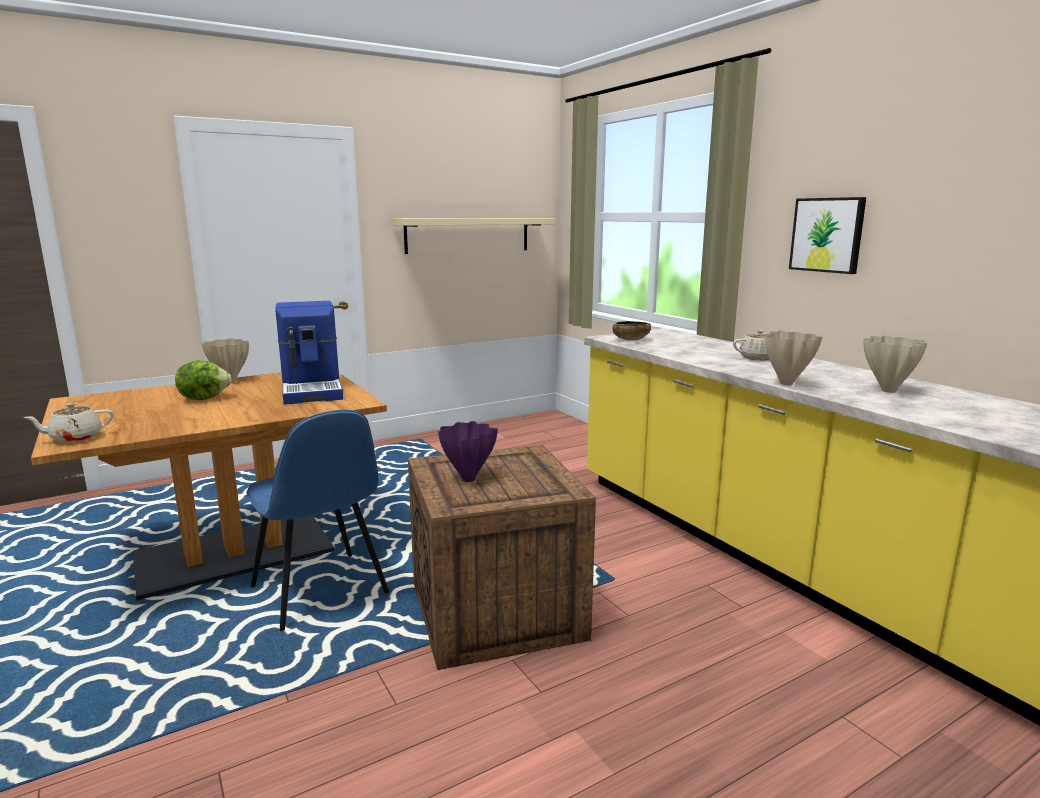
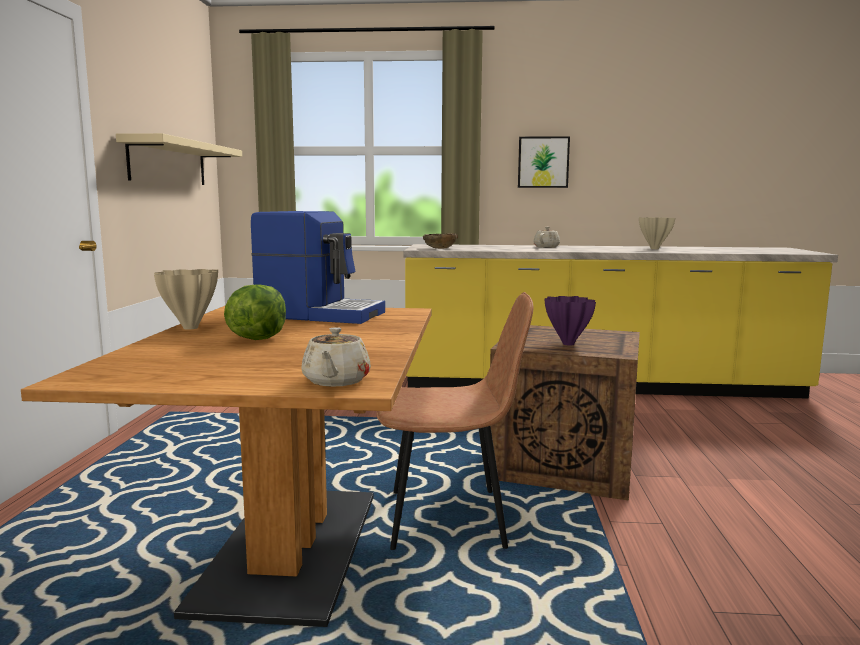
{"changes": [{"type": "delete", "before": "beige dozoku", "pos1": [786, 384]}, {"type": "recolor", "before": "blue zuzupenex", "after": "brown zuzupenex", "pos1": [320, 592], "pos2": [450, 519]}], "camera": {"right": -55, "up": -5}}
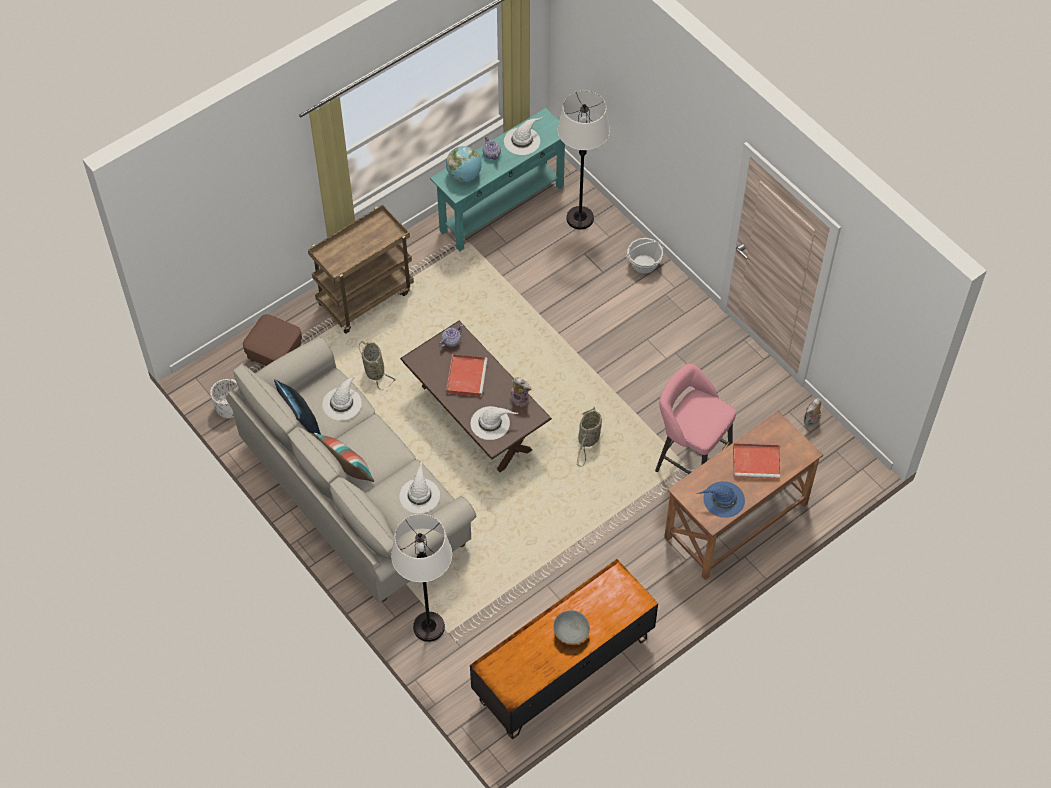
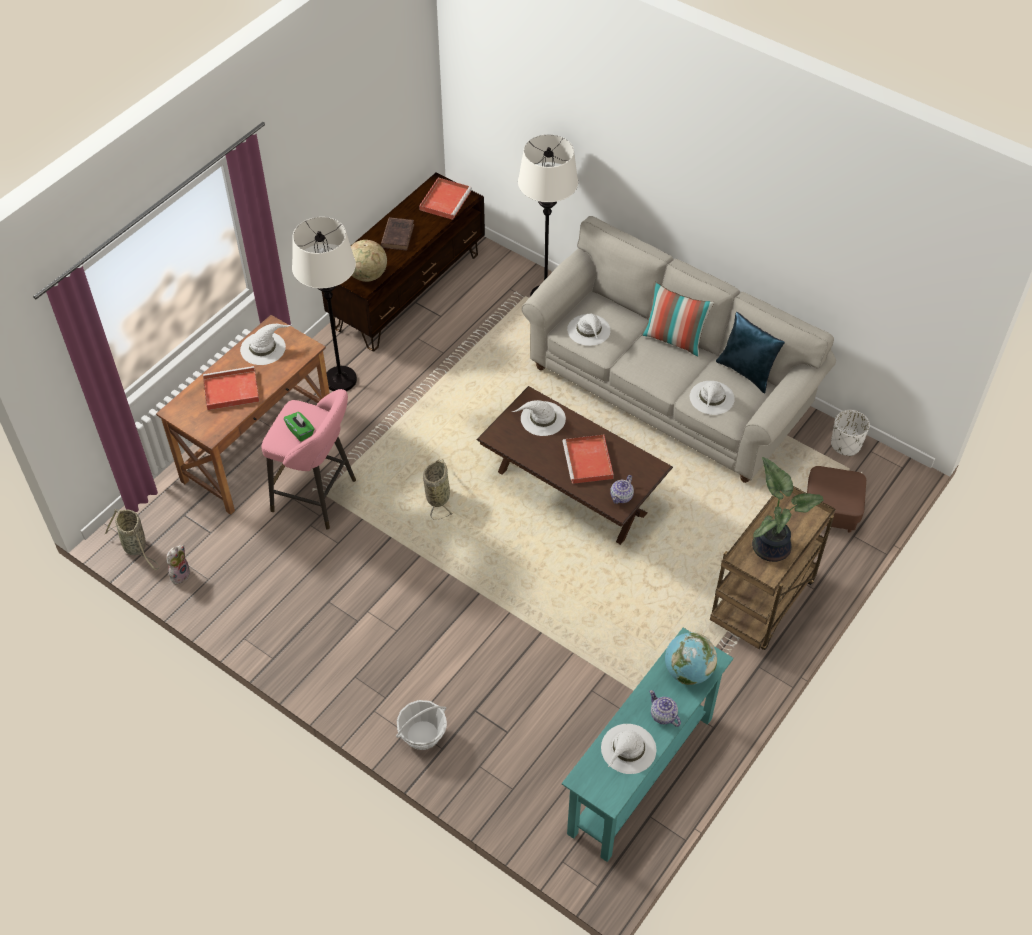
{"changes": [{"type": "move", "before": "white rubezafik", "pos1": [580, 218], "pos2": [340, 380]}, {"type": "move", "before": "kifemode", "pos1": [374, 370], "pos2": [136, 547]}, {"type": "delete", "before": "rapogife", "pos1": [520, 399]}, {"type": "recolor", "before": "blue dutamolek", "after": "white dutamolek", "pos1": [723, 499], "pos2": [263, 348]}, {"type": "replace", "before": "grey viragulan", "after": "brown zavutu", "pos1": [570, 632], "pos2": [398, 235]}, {"type": "insert", "after": "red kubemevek", "pos2": [445, 200]}, {"type": "insert", "after": "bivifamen", "pos2": [367, 275]}, {"type": "insert", "after": "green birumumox", "pos2": [300, 431]}, {"type": "insert", "after": "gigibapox", "pos2": [771, 546]}], "camera": {"right": 165, "up": -5}}
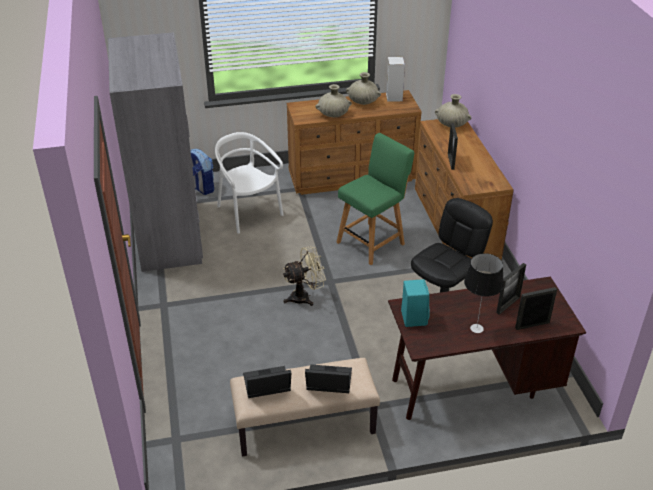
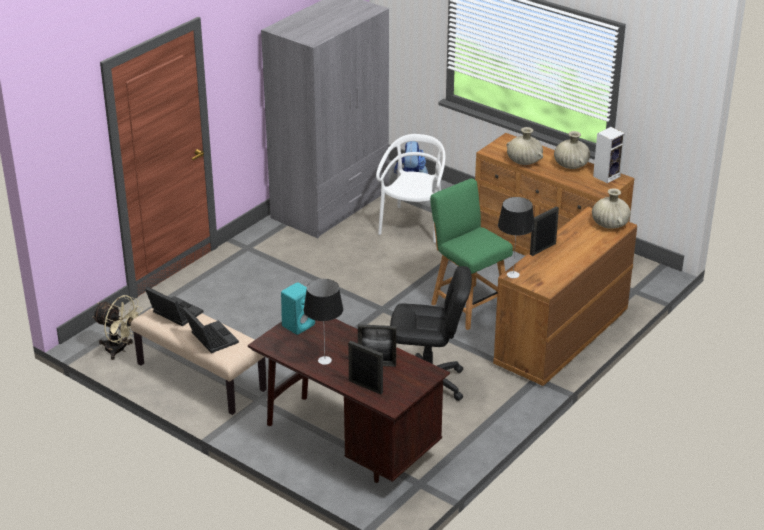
{"changes": [{"type": "rotate", "before": "green zuzupenex", "pos1": [373, 242], "pos2": [468, 305], "turn": -135}, {"type": "move", "before": "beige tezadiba", "pos1": [304, 297], "pos2": [120, 350]}, {"type": "insert", "after": "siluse", "pos2": [513, 274]}], "camera": {"right": 50, "up": -5}}
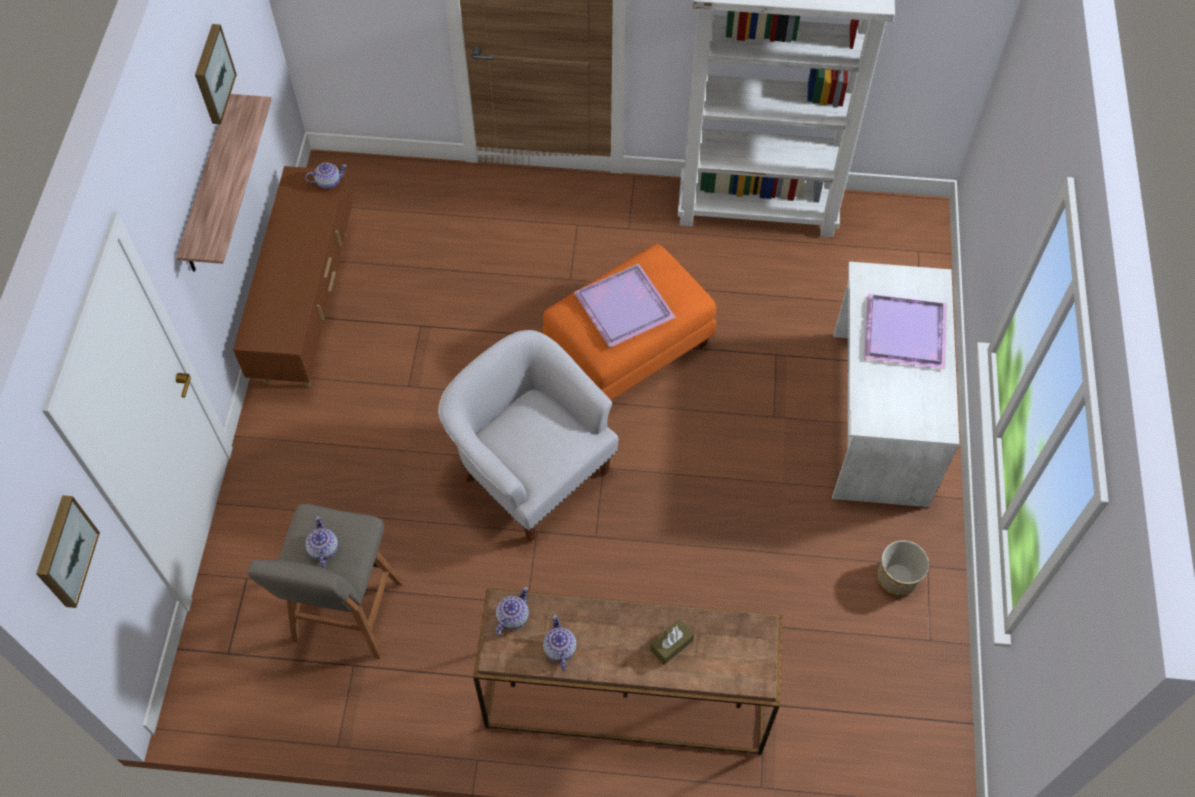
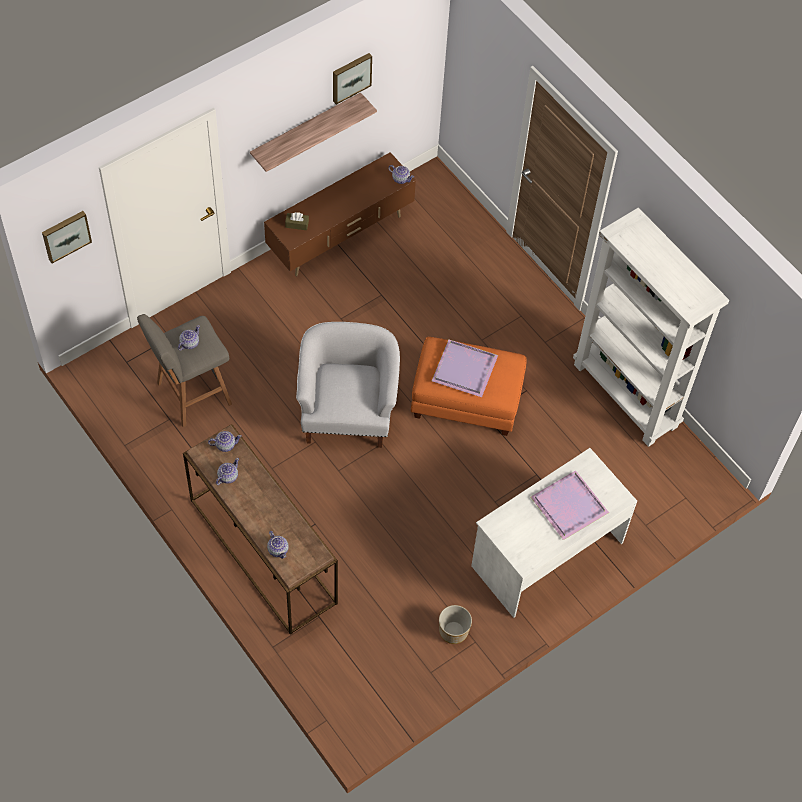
{"changes": [{"type": "move", "before": "brown birumumox", "pos1": [671, 645], "pos2": [297, 224]}, {"type": "insert", "after": "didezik", "pos2": [278, 549]}], "camera": {"right": 45, "up": 0}}
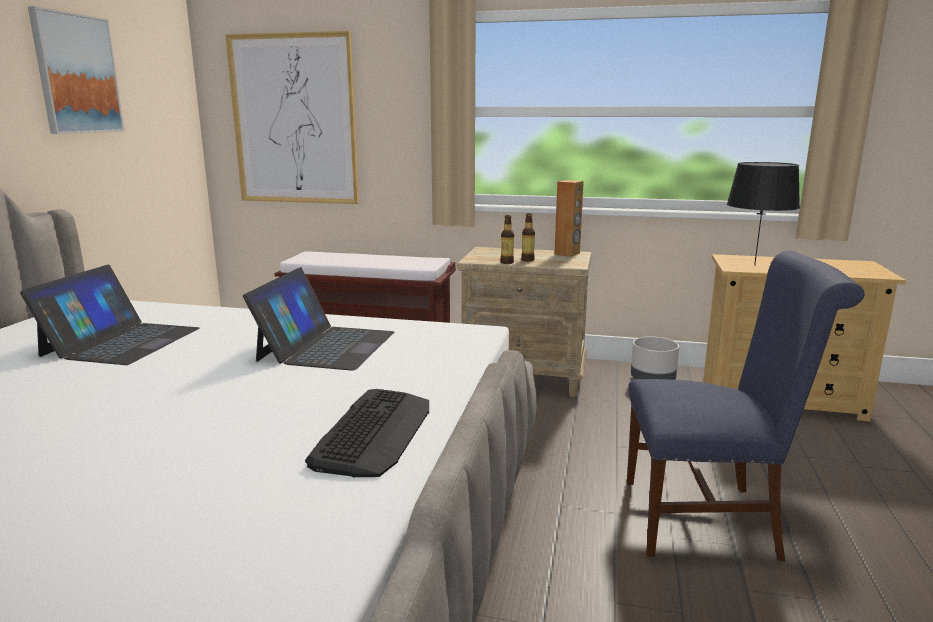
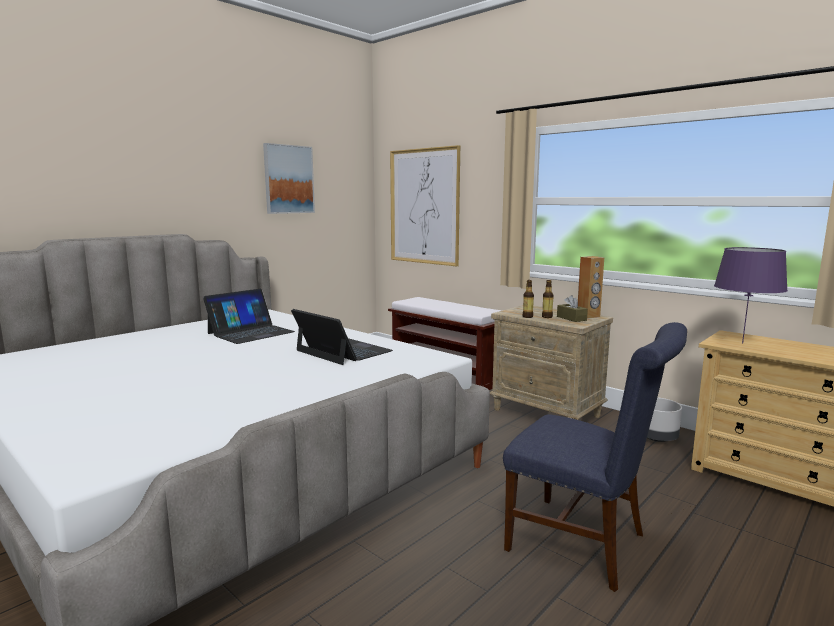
{"changes": [{"type": "recolor", "before": "black siluse", "after": "purple siluse", "pos1": [754, 265], "pos2": [742, 343]}, {"type": "rotate", "before": "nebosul", "pos1": [326, 346], "pos2": [343, 351], "turn": -90}, {"type": "delete", "before": "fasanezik", "pos1": [374, 432]}, {"type": "insert", "after": "brown birumumox", "pos2": [571, 318]}], "camera": {"right": 30, "up": -5}}
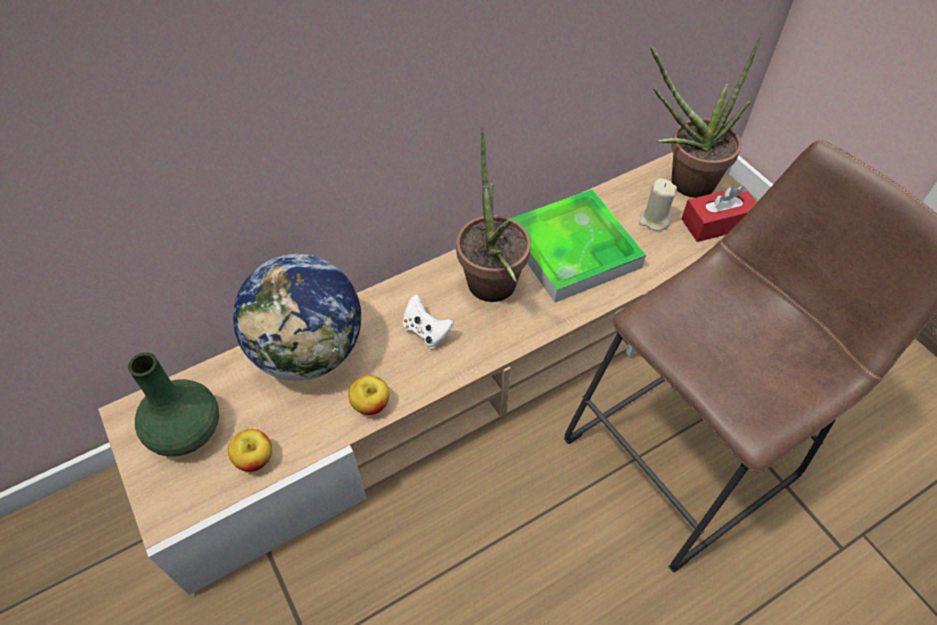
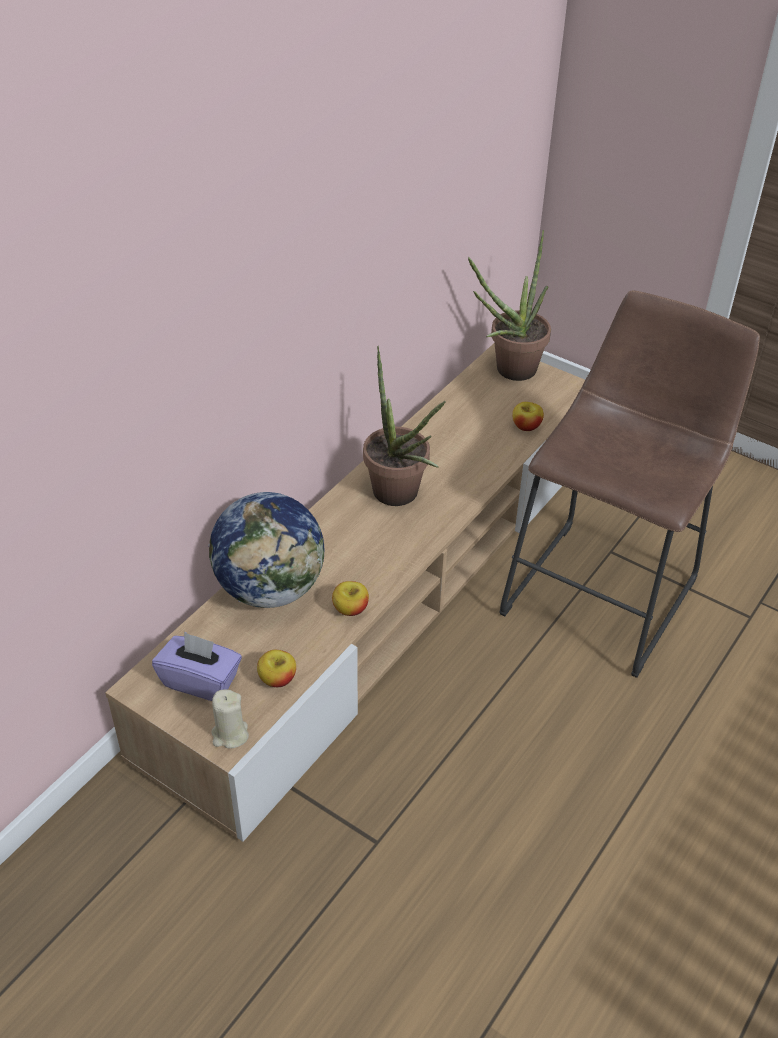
{"changes": [{"type": "move", "before": "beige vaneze", "pos1": [654, 220], "pos2": [230, 734]}, {"type": "delete", "before": "red birumumox", "pos1": [716, 223]}, {"type": "delete", "before": "kubemevek", "pos1": [573, 250]}, {"type": "delete", "before": "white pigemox", "pos1": [426, 331]}, {"type": "replace", "before": "green dozoku", "after": "purple birumumox", "pos1": [185, 431], "pos2": [200, 681]}, {"type": "insert", "after": "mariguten", "pos2": [526, 426]}], "camera": {"right": -25, "up": -10}}
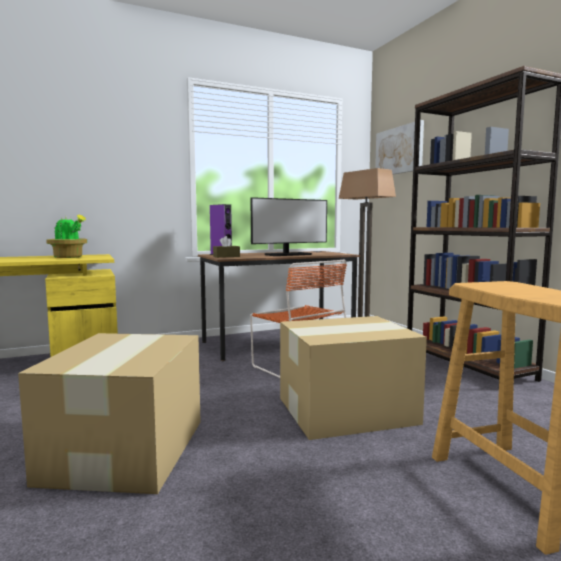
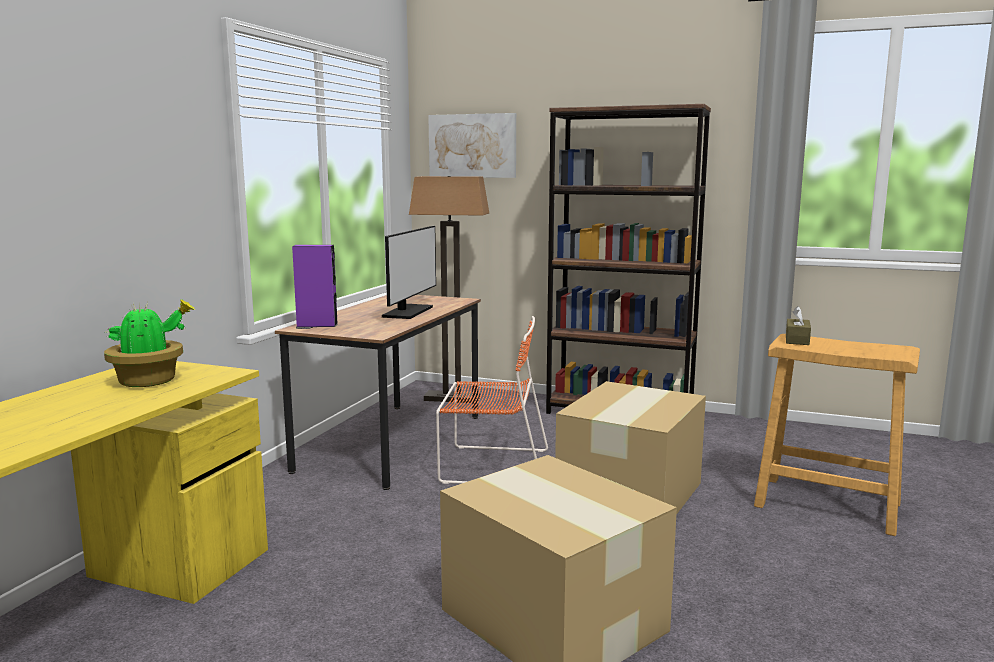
{"changes": [{"type": "move", "before": "brown birumumox", "pos1": [226, 256], "pos2": [797, 340]}], "camera": {"right": -45, "up": 5}}
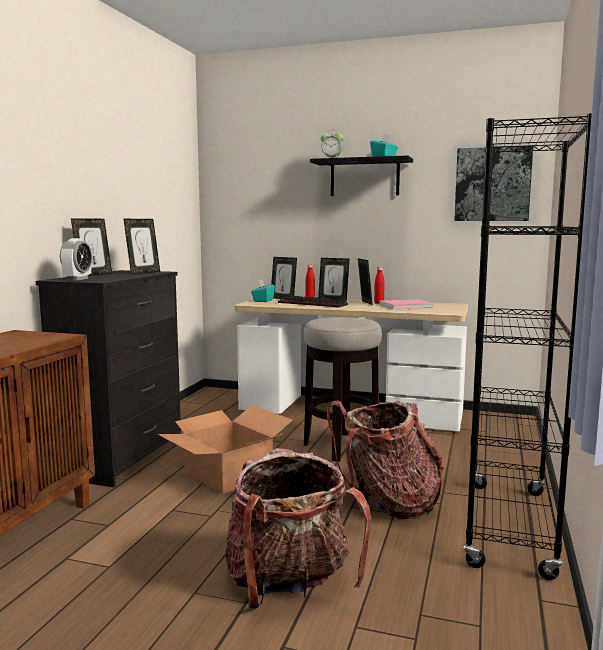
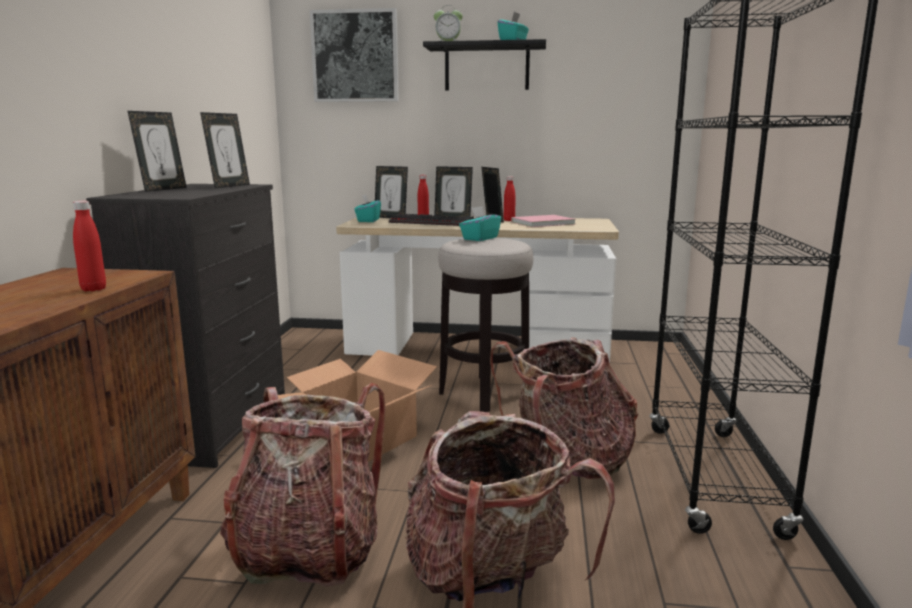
{"changes": [{"type": "move", "before": "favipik", "pos1": [492, 184], "pos2": [355, 56]}, {"type": "delete", "before": "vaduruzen", "pos1": [77, 279]}, {"type": "insert", "after": "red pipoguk", "pos2": [93, 289]}, {"type": "insert", "after": "turquoise birumumox", "pos2": [480, 238]}, {"type": "insert", "after": "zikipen", "pos2": [308, 550]}], "camera": {"right": -10, "up": 5}}
